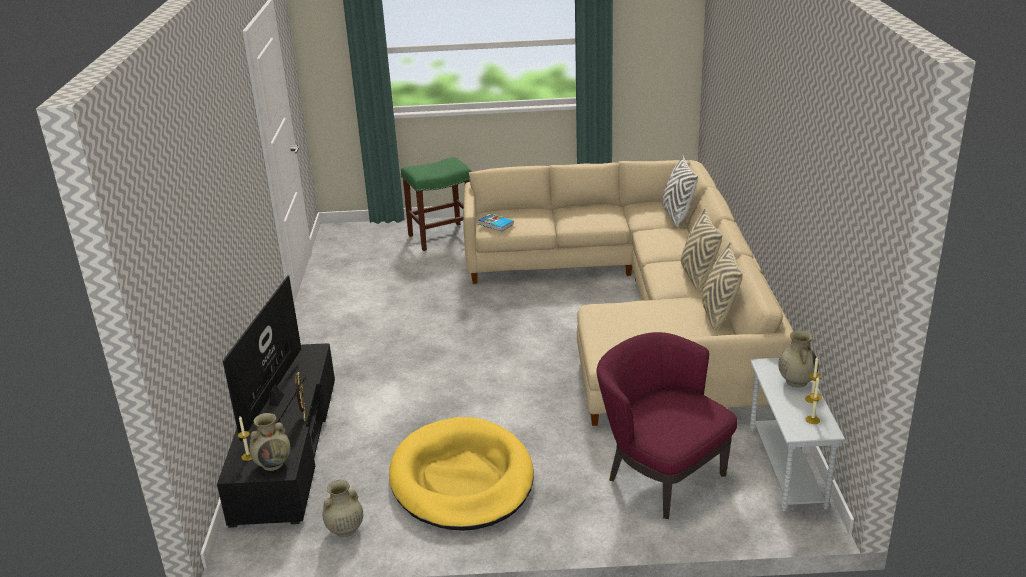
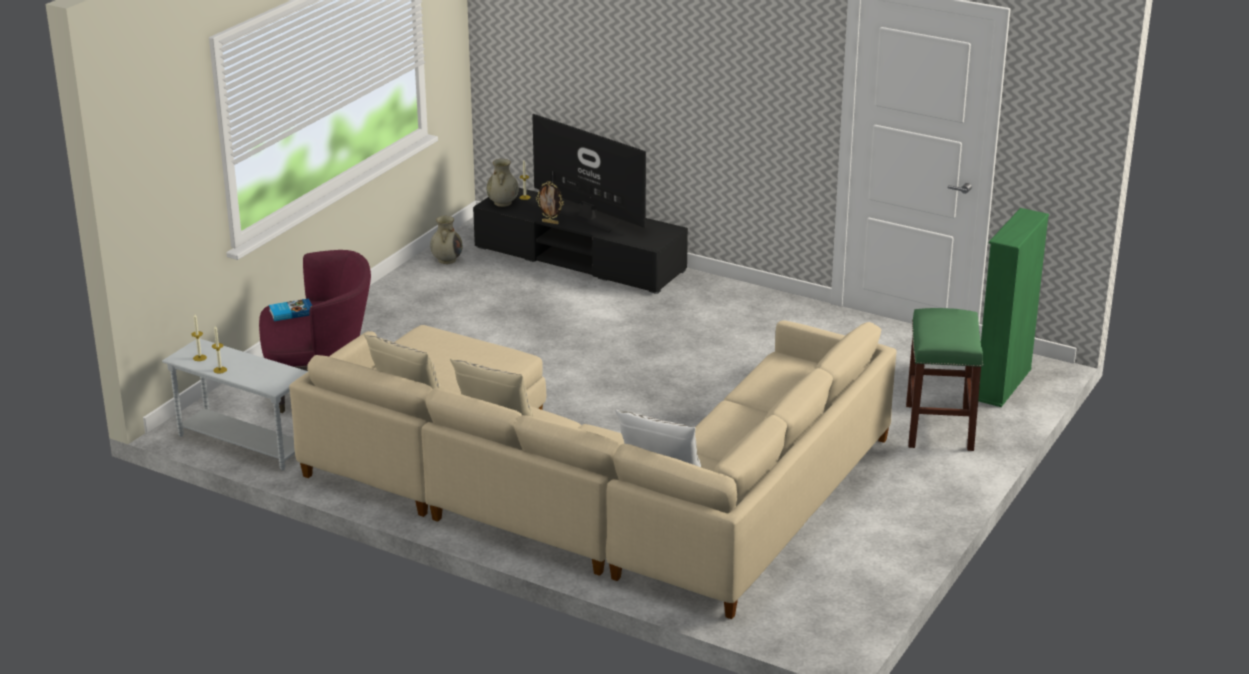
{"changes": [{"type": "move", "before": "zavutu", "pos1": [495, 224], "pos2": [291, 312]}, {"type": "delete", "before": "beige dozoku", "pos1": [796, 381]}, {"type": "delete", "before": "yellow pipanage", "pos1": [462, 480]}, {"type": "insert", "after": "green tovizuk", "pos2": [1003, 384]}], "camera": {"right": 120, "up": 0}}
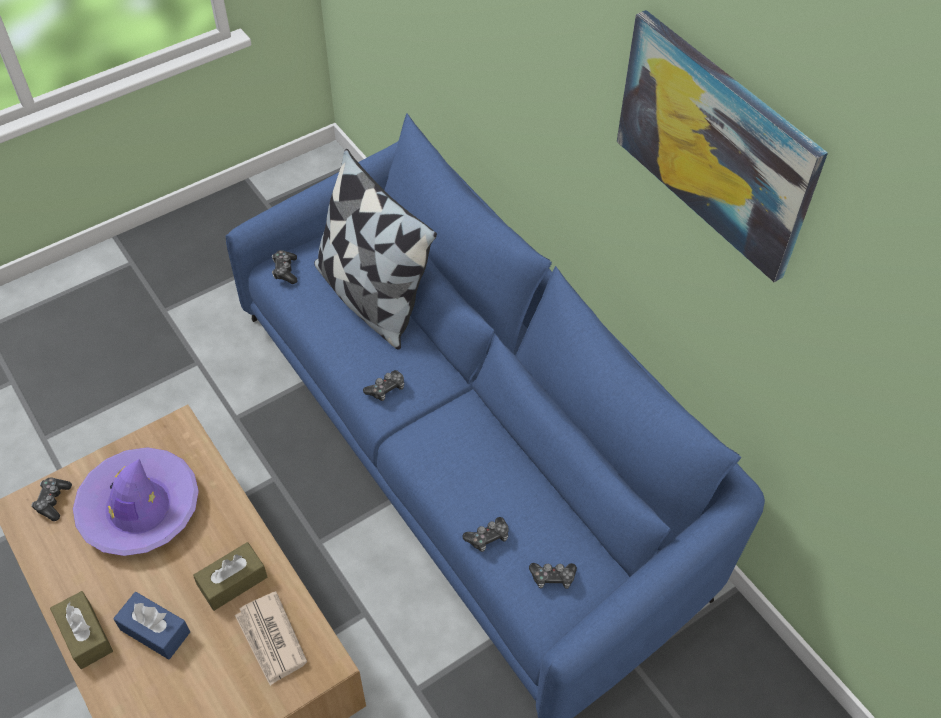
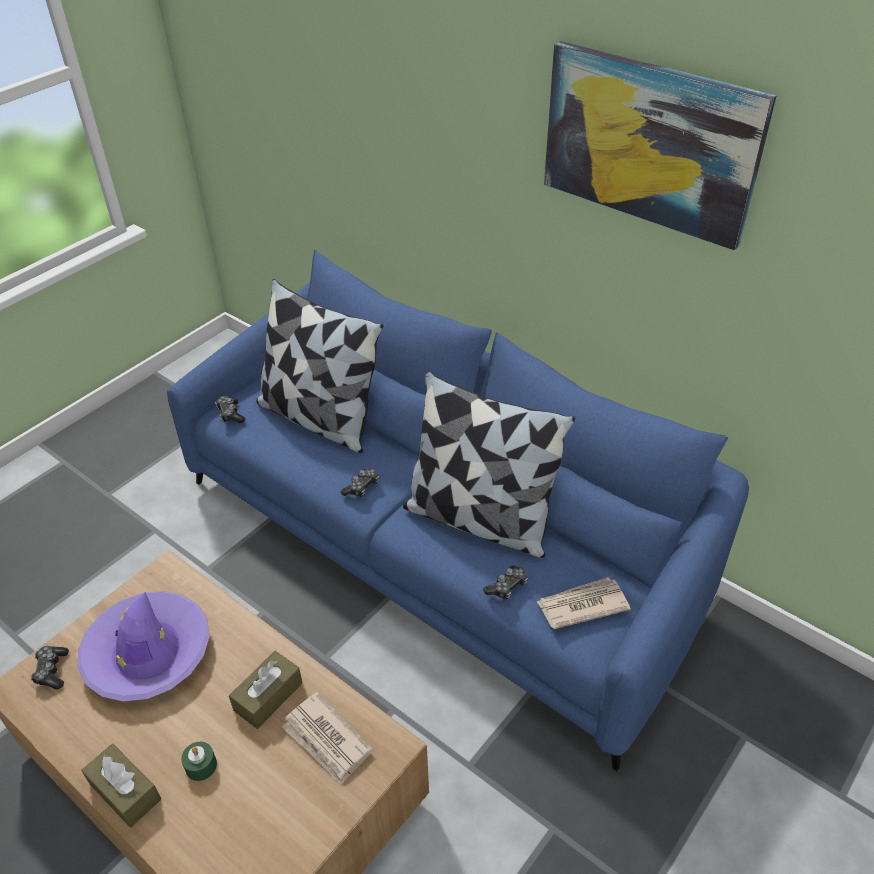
{"changes": [{"type": "replace", "before": "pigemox", "after": "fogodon", "pos1": [552, 578], "pos2": [581, 605]}, {"type": "replace", "before": "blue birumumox", "after": "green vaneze", "pos1": [155, 631], "pos2": [201, 766]}, {"type": "insert", "after": "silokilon", "pos2": [480, 519]}], "camera": {"right": -15, "up": -10}}
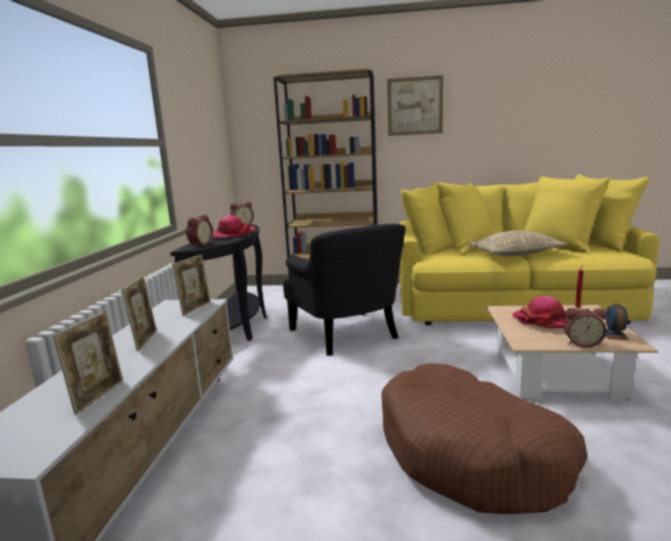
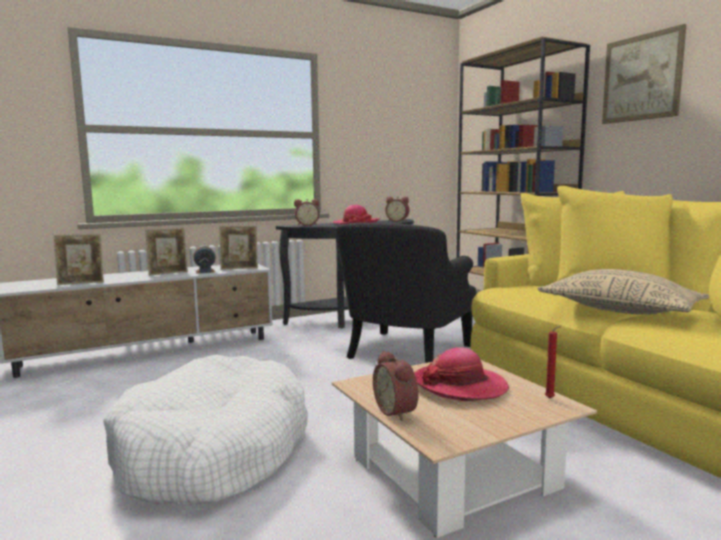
{"changes": [{"type": "move", "before": "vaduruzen", "pos1": [614, 335], "pos2": [205, 271]}, {"type": "recolor", "before": "brown pipanage", "after": "white pipanage", "pos1": [471, 454], "pos2": [213, 451]}], "camera": {"right": 55, "up": -5}}
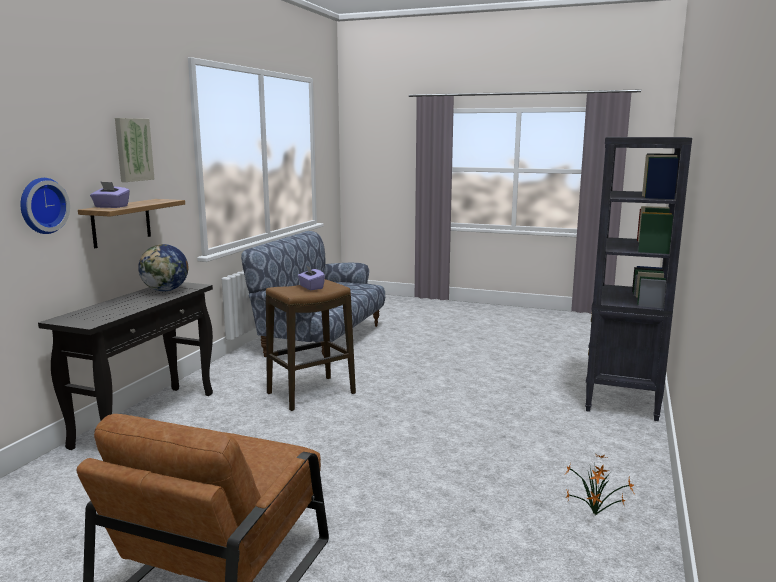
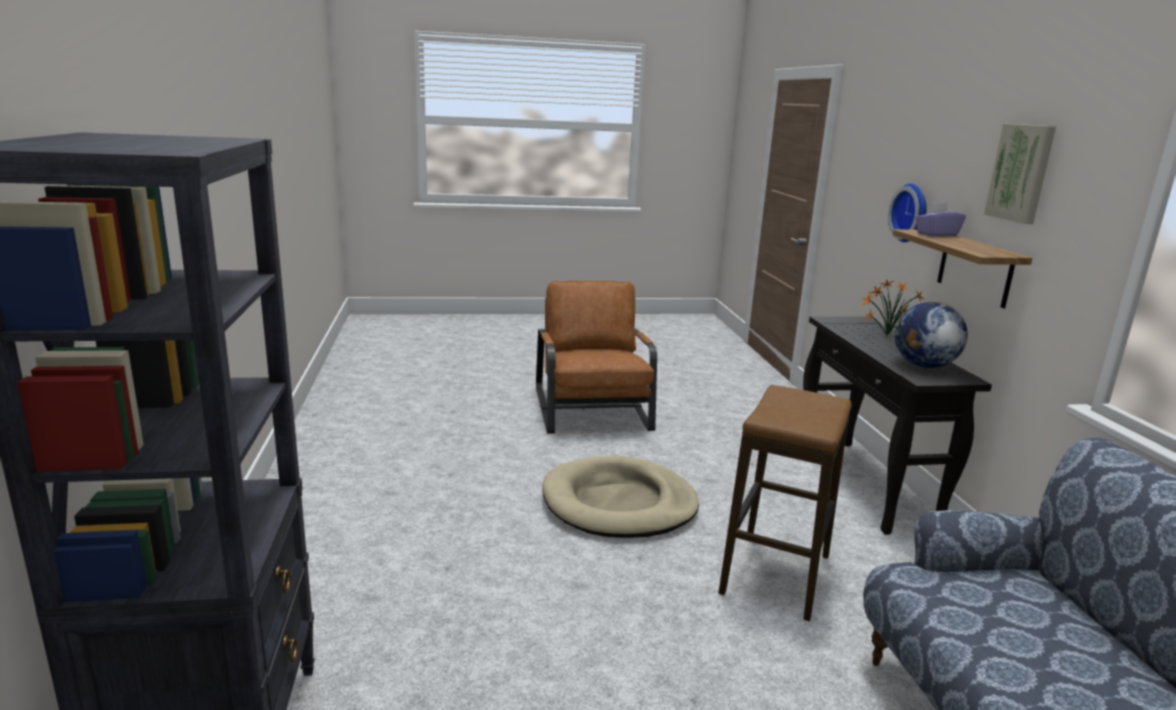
{"changes": [{"type": "delete", "before": "purple birumumox", "pos1": [311, 287]}, {"type": "move", "before": "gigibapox", "pos1": [597, 516], "pos2": [885, 335]}, {"type": "insert", "after": "beige pipanage", "pos2": [619, 504]}], "camera": {"right": 150, "up": 5}}
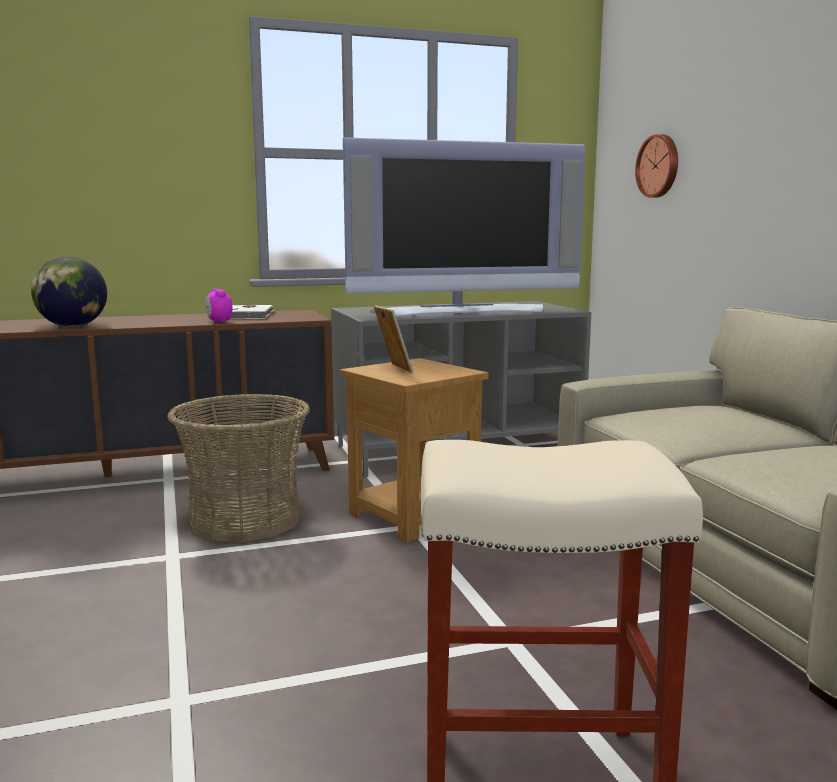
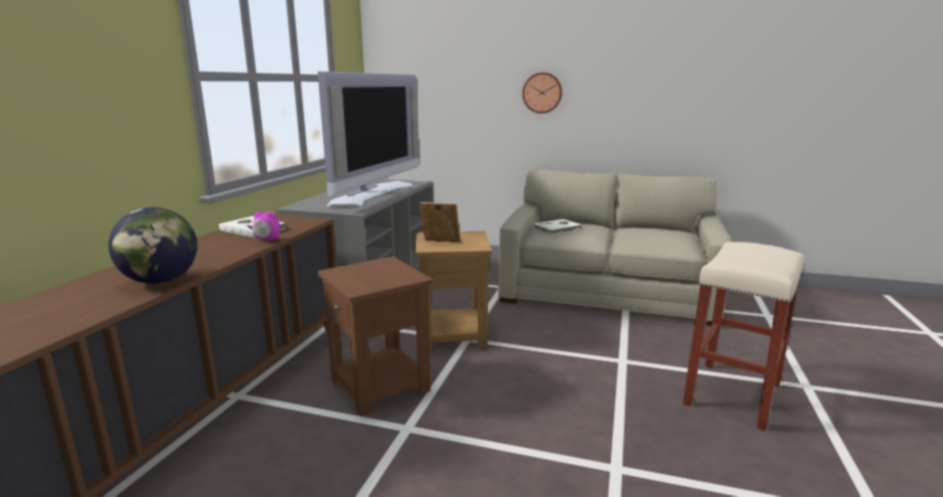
{"changes": [{"type": "move", "before": "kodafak", "pos1": [659, 166], "pos2": [542, 93]}, {"type": "replace", "before": "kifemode", "after": "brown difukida", "pos1": [245, 520], "pos2": [380, 385]}, {"type": "insert", "after": "white zavutu", "pos2": [558, 229]}], "camera": {"right": -55, "up": 5}}
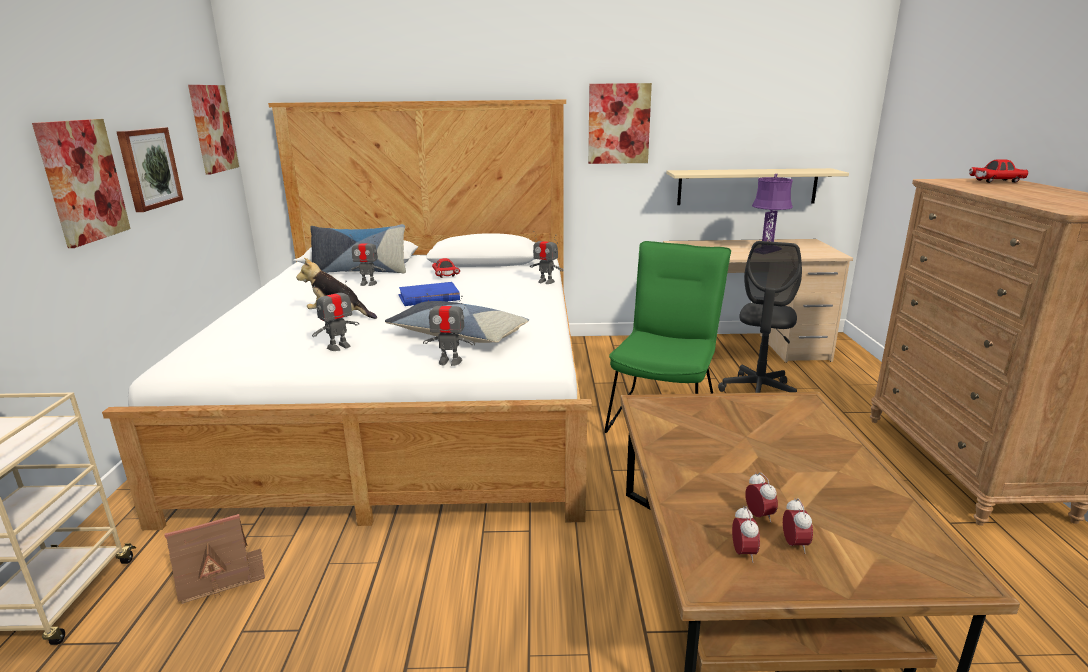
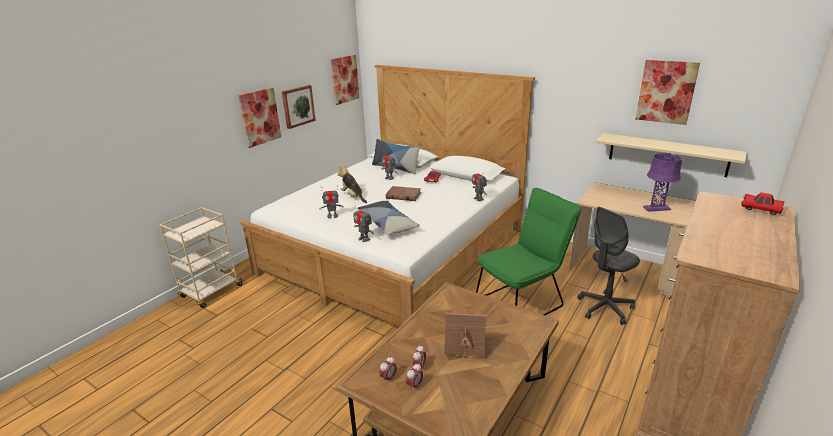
{"changes": [{"type": "move", "before": "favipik", "pos1": [618, 124], "pos2": [666, 92]}, {"type": "recolor", "before": "blue zavutu", "after": "brown zavutu", "pos1": [428, 298], "pos2": [403, 195]}, {"type": "move", "before": "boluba", "pos1": [221, 576], "pos2": [468, 346]}], "camera": {"right": 35, "up": 5}}
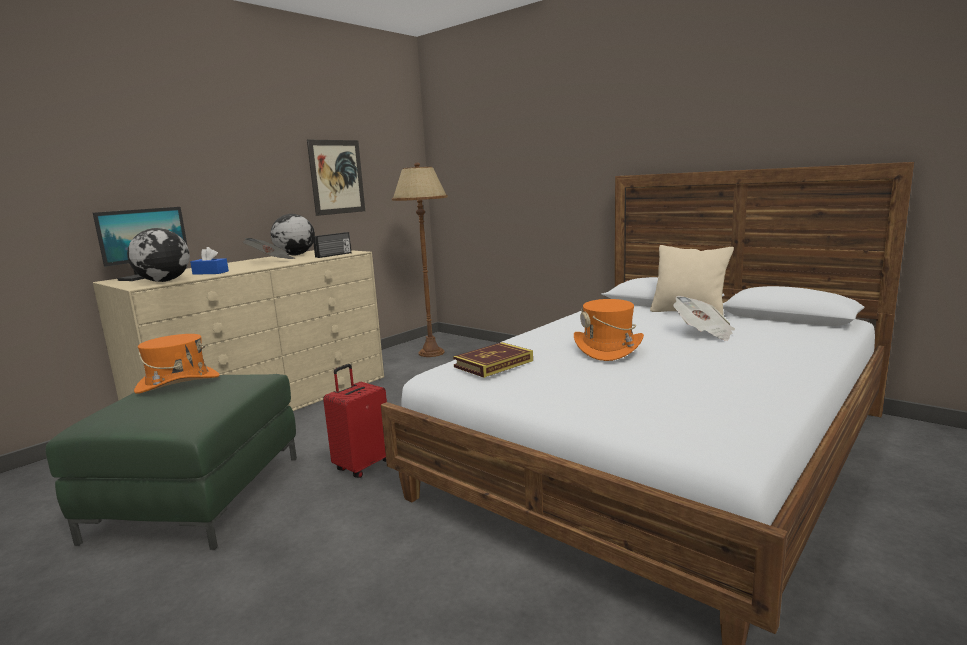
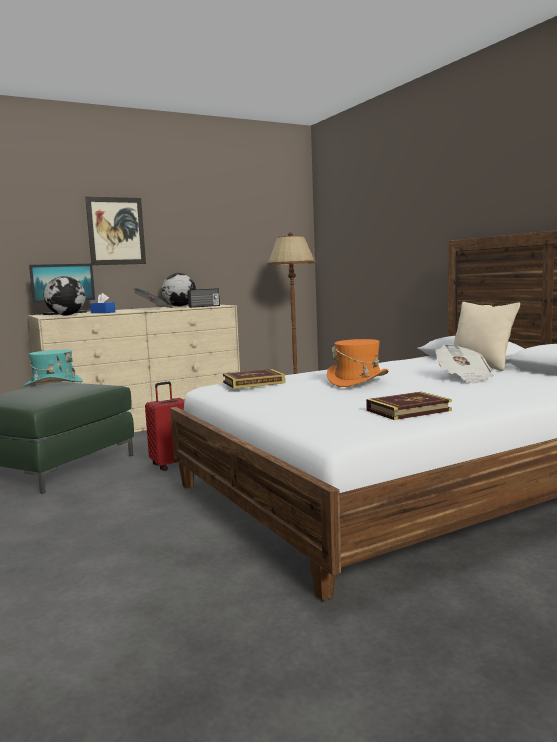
{"changes": [{"type": "move", "before": "favipik", "pos1": [337, 177], "pos2": [116, 231]}, {"type": "recolor", "before": "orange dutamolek", "after": "turquoise dutamolek", "pos1": [178, 383], "pos2": [53, 384]}, {"type": "insert", "after": "zavutu", "pos2": [408, 410]}], "camera": {"right": 20, "up": -5}}
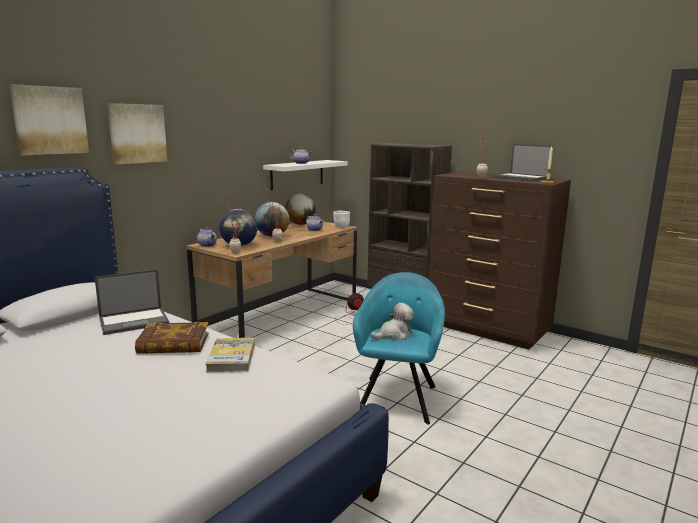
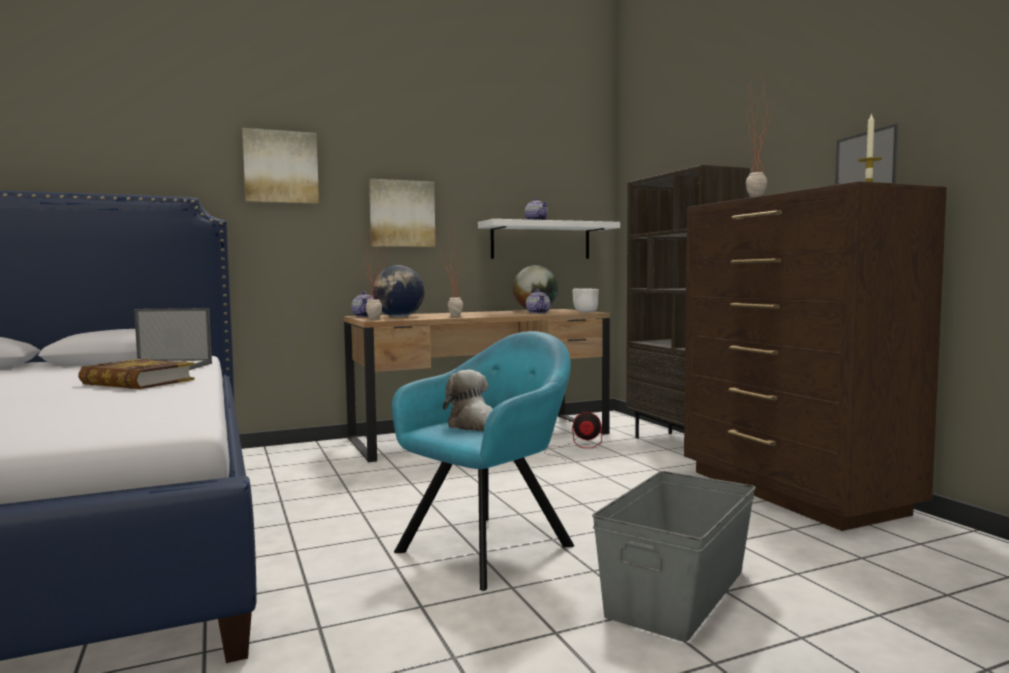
{"changes": [{"type": "move", "before": "favipik", "pos1": [50, 120], "pos2": [402, 213]}, {"type": "delete", "before": "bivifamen", "pos1": [272, 236]}, {"type": "rotate", "before": "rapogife", "pos1": [394, 335], "pos2": [474, 426], "turn": -120}, {"type": "delete", "before": "zavutu", "pos1": [231, 357]}, {"type": "insert", "after": "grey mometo", "pos2": [679, 592]}], "camera": {"right": 30, "up": -10}}
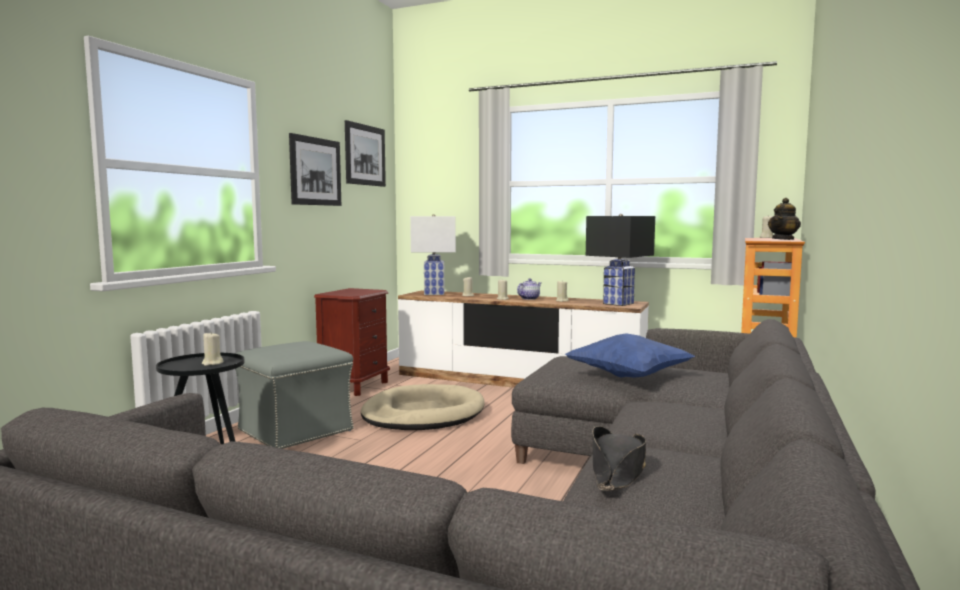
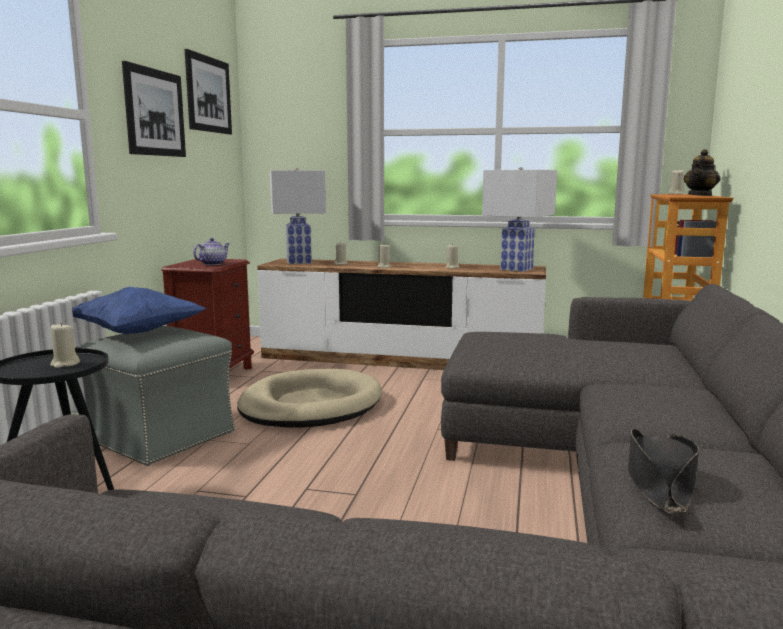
{"changes": [{"type": "recolor", "before": "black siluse", "after": "white siluse", "pos1": [619, 303], "pos2": [517, 269]}, {"type": "move", "before": "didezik", "pos1": [529, 298], "pos2": [213, 264]}, {"type": "move", "before": "blue silokilon", "pos1": [629, 377], "pos2": [138, 333]}], "camera": {"right": -10, "up": 5}}
